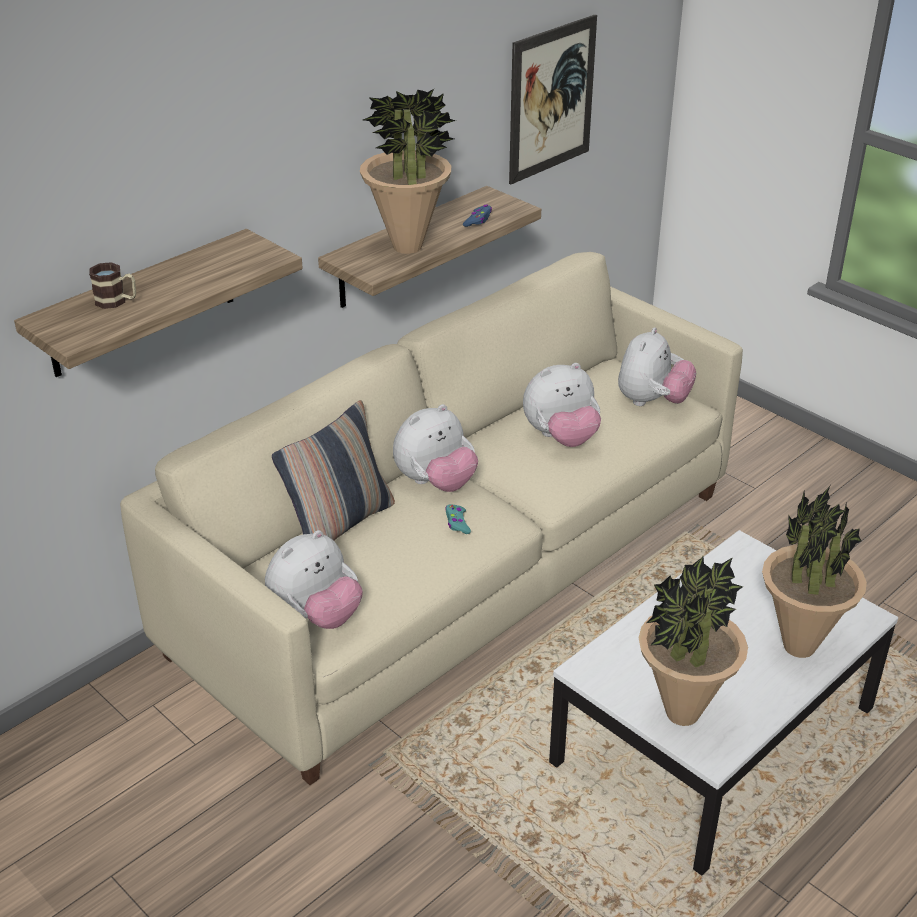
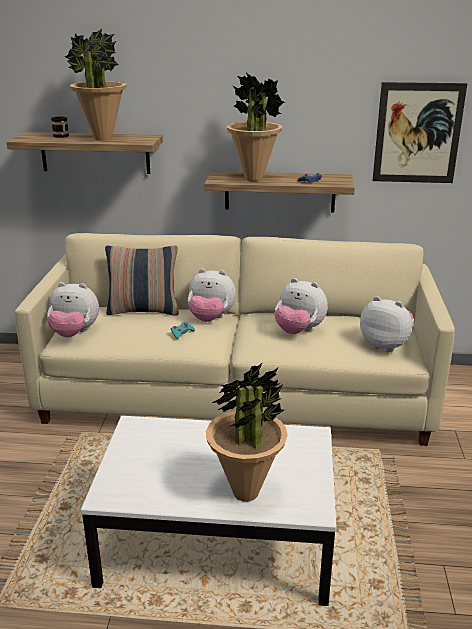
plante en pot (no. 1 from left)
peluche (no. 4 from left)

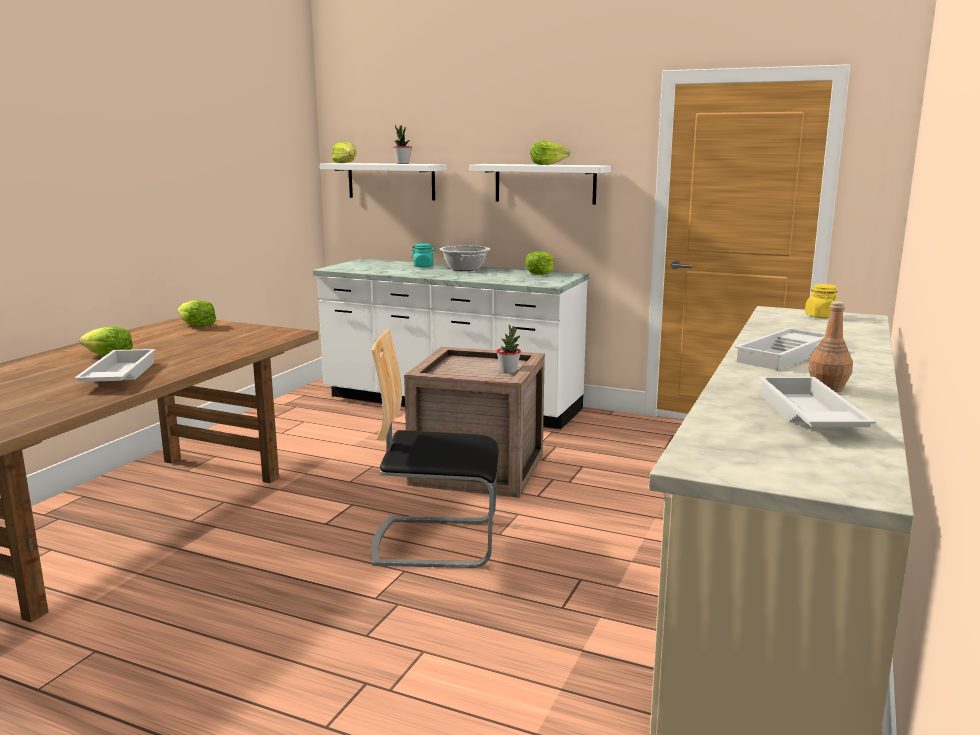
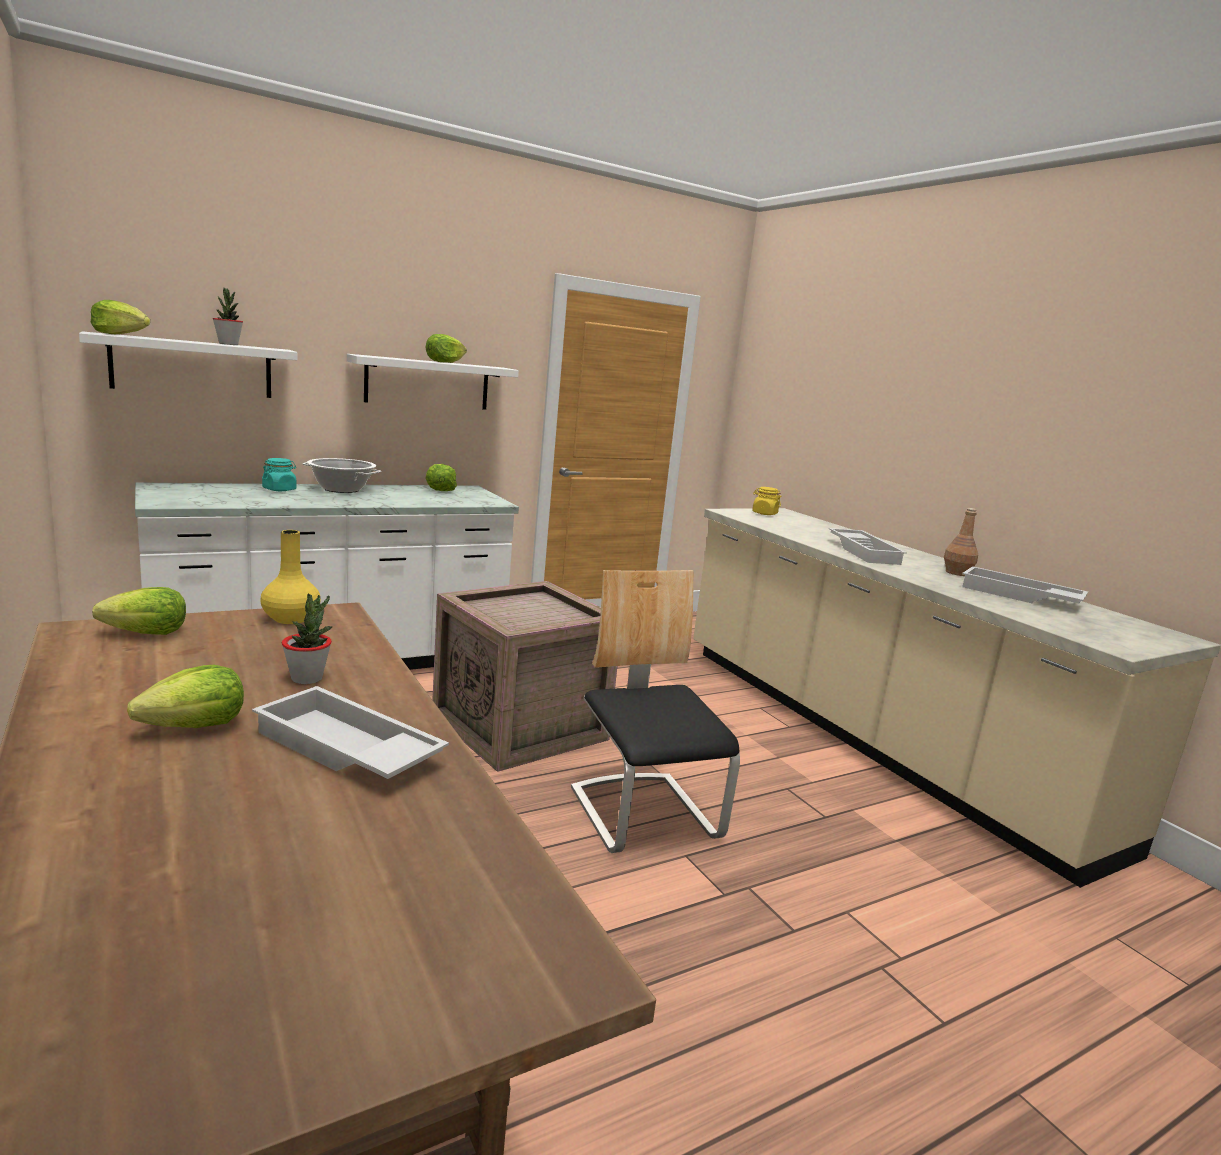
vase [jaune]
plante en pot (no. 2 from left)
chaise

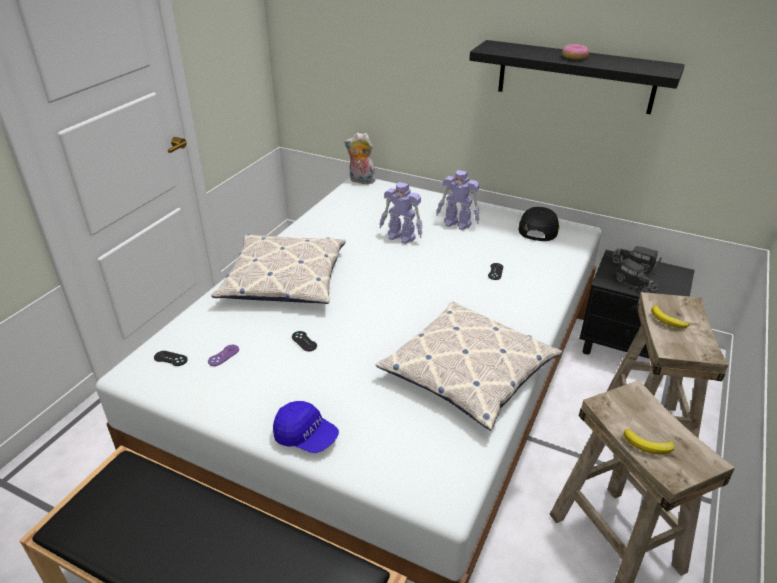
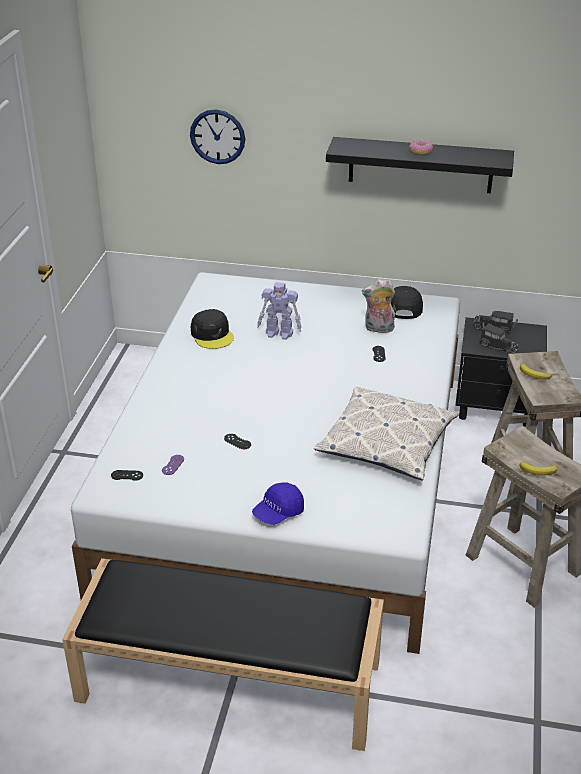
coussin (no. 1 from left in the first image)
robot jouet (no. 2 from left in the first image)
horloge murale
casquette [noir] (no. 1 from left)
peluche
casquette [bleu]

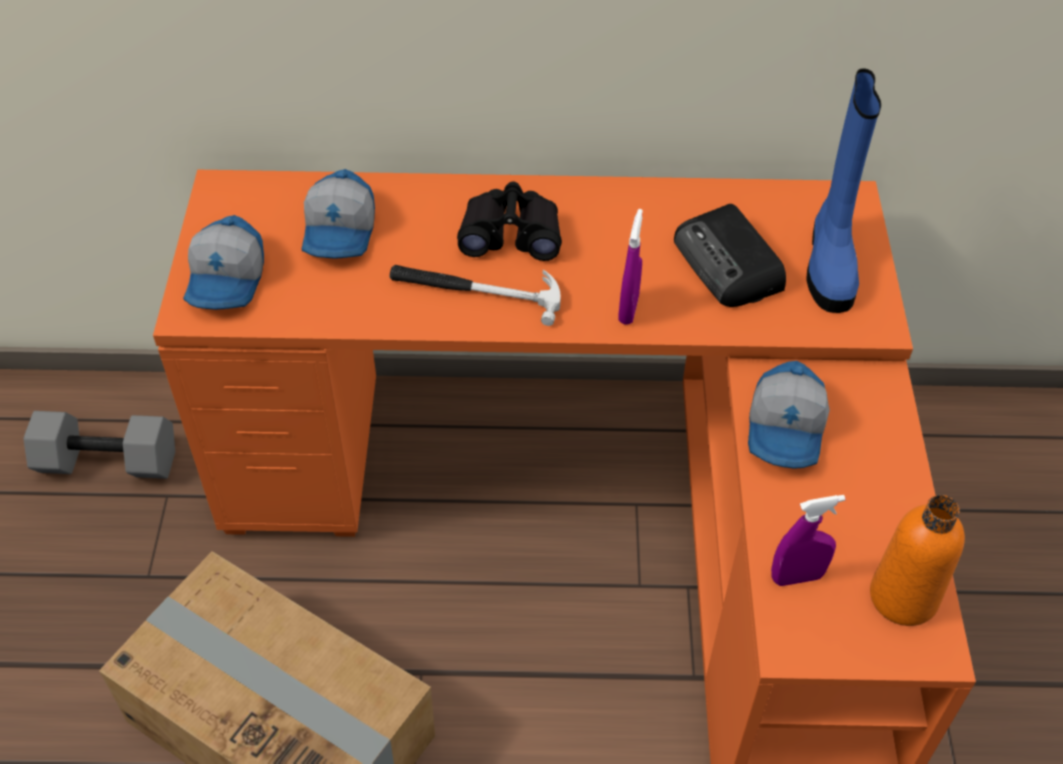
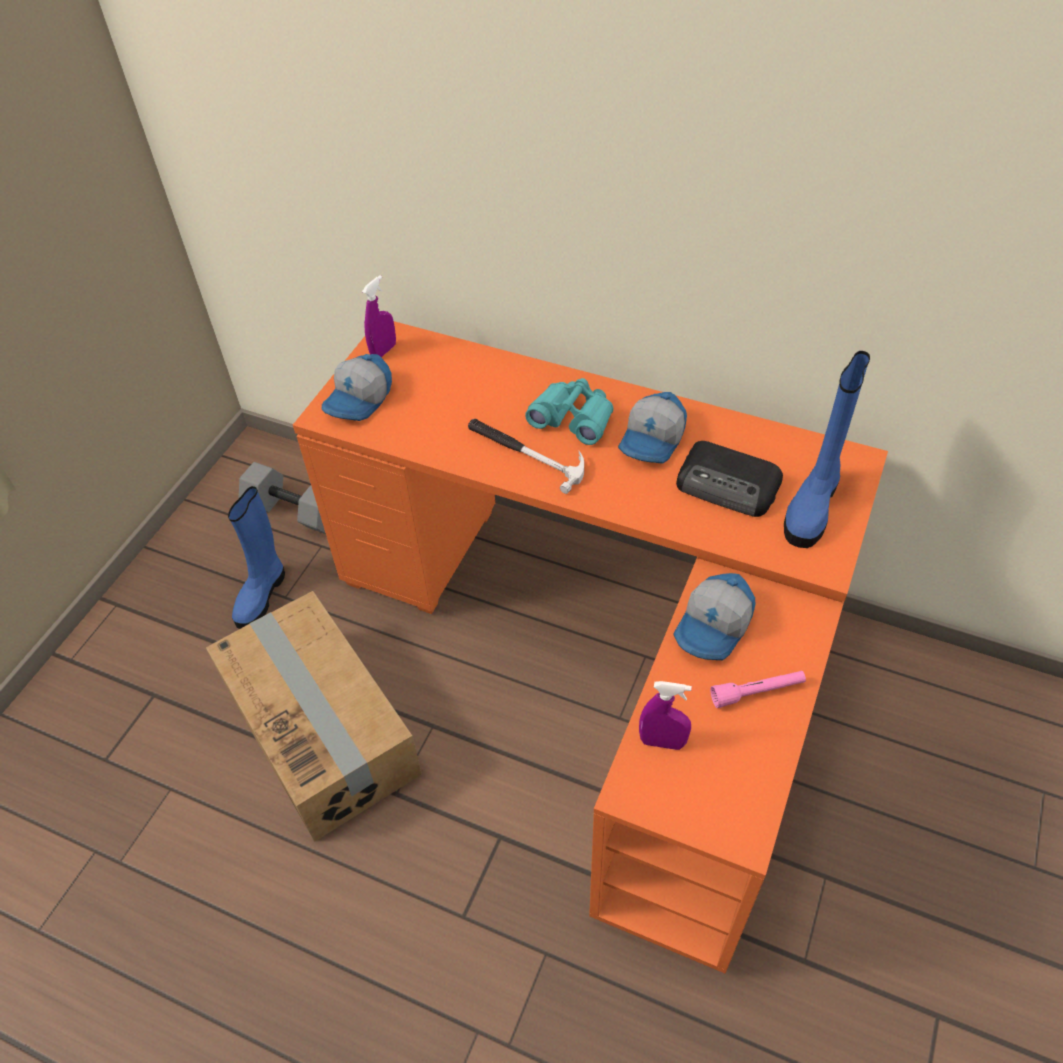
bouteille [orange]
botte [bleu] (no. 1 from left)
lampe de poche [rose]
casquette (no. 2 from left)
vaporisateur [violet] (no. 1 from left)
jumelles [turquoise]
radio

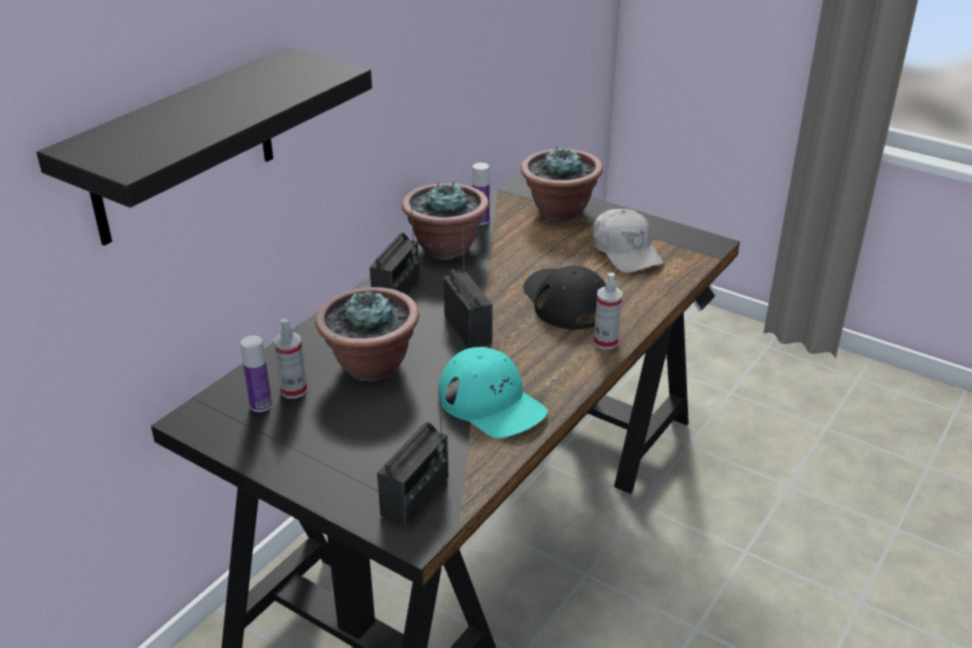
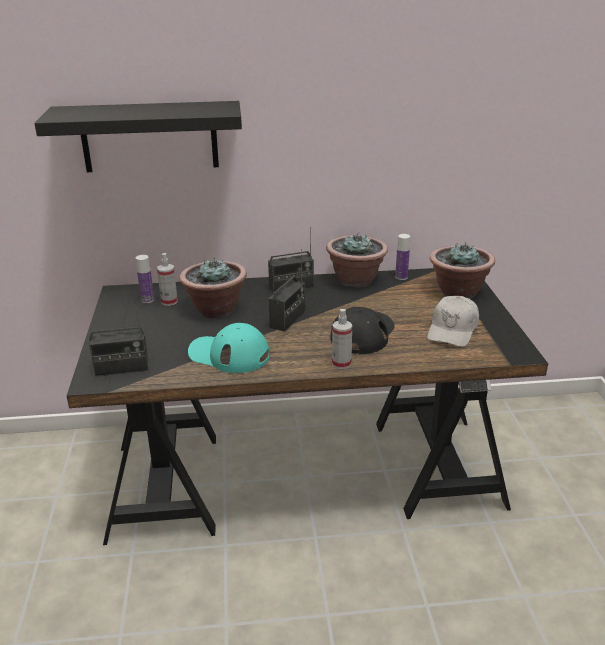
casquette [turquoise]

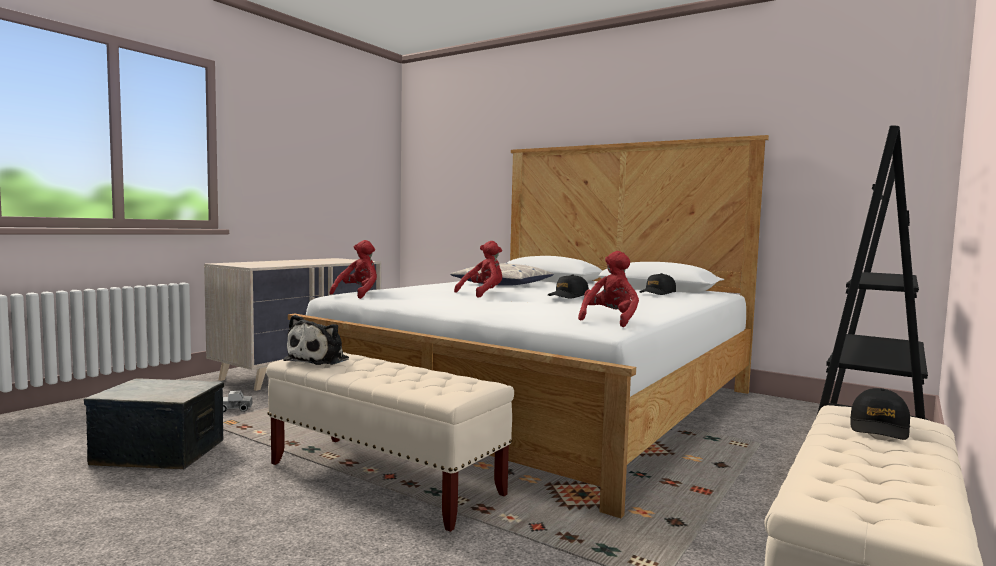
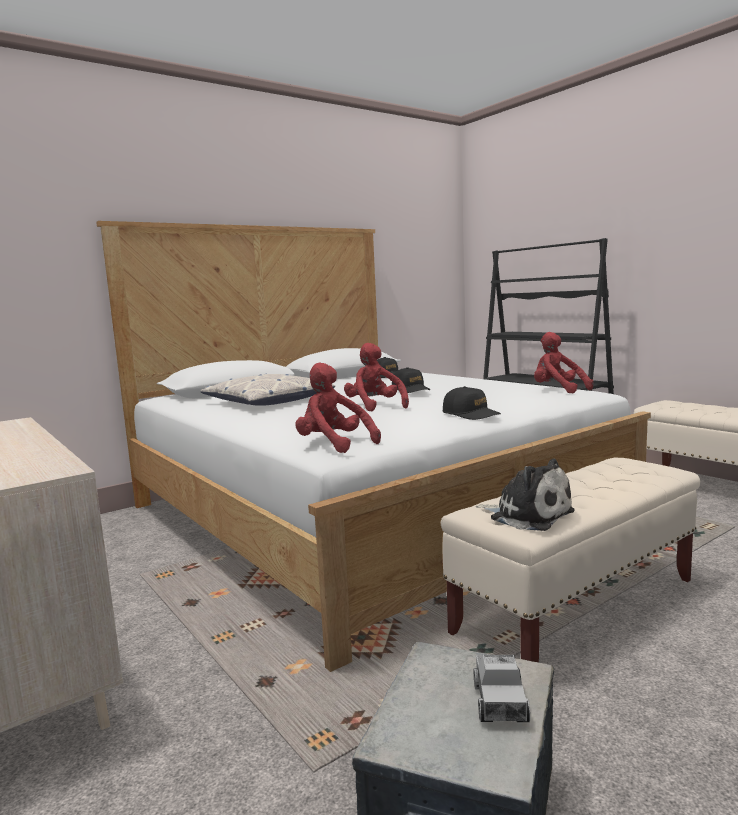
camion jouet
casquette [noir] (no. 3 from left)

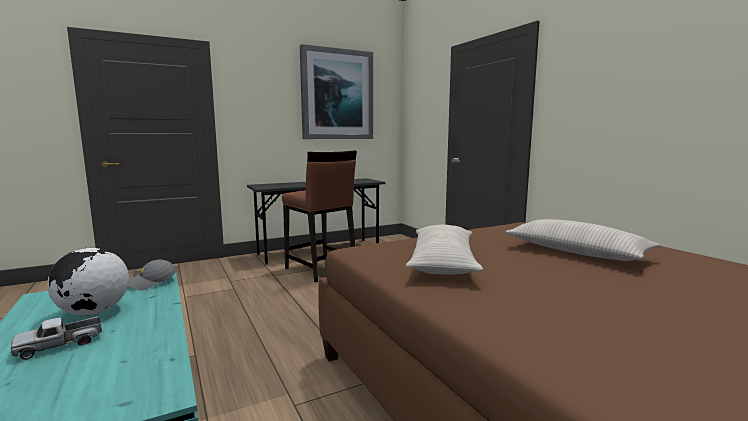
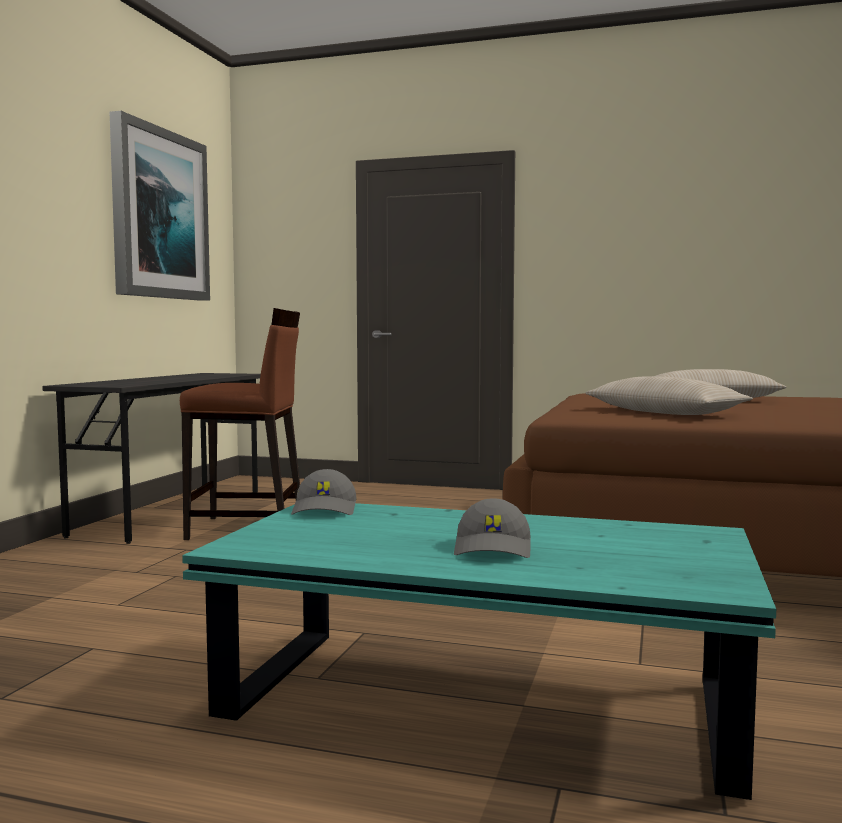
globe
casquette [gris] (no. 2 from left)

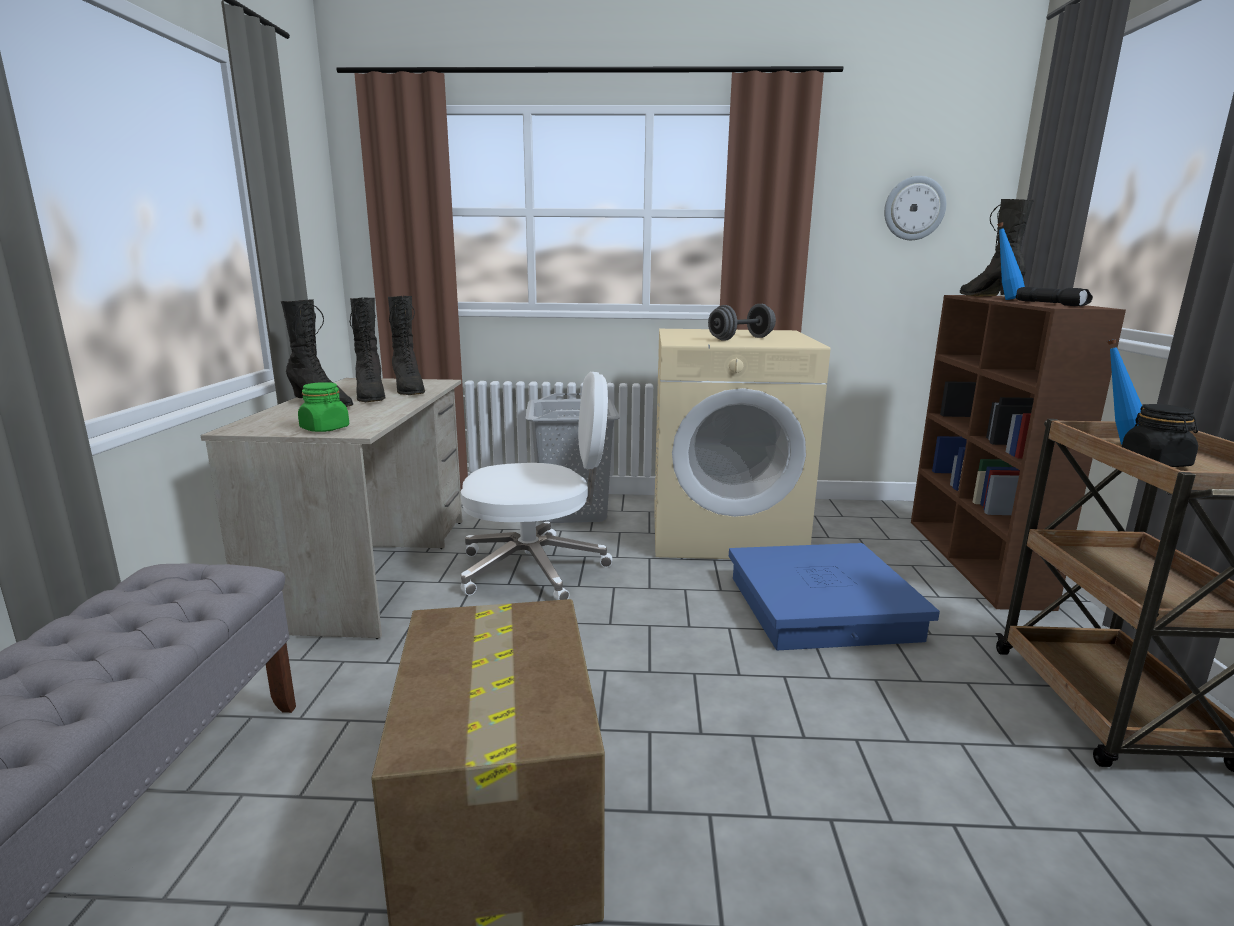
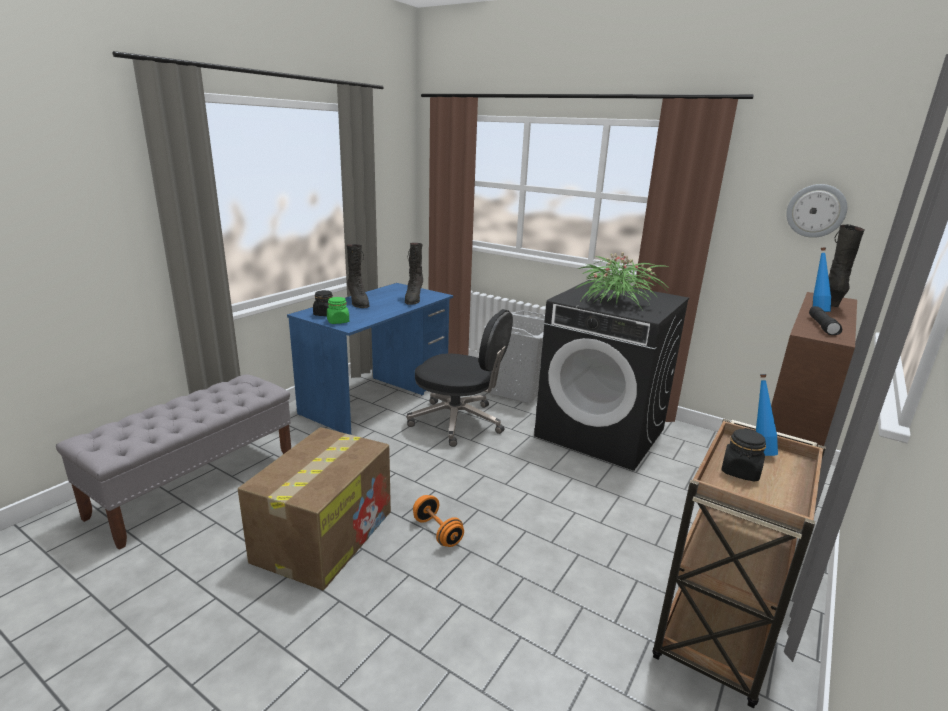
botte [noir] (no. 2 from left in the first image)
boîte de rangement [bleu]
bocal [noir] (no. 1 from left)
haltère [orange]
plante en pot
bureau [bleu]
chaise de bureau [noir]
lave-linge [noir]

